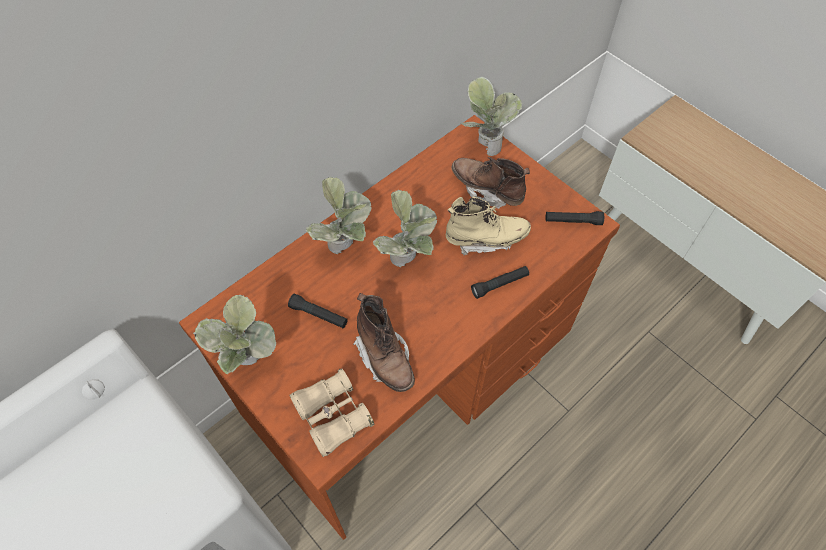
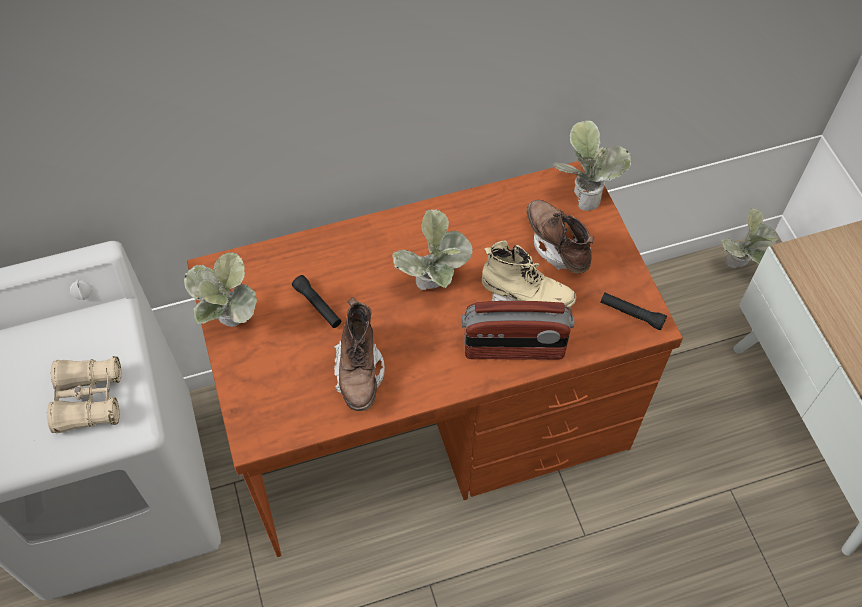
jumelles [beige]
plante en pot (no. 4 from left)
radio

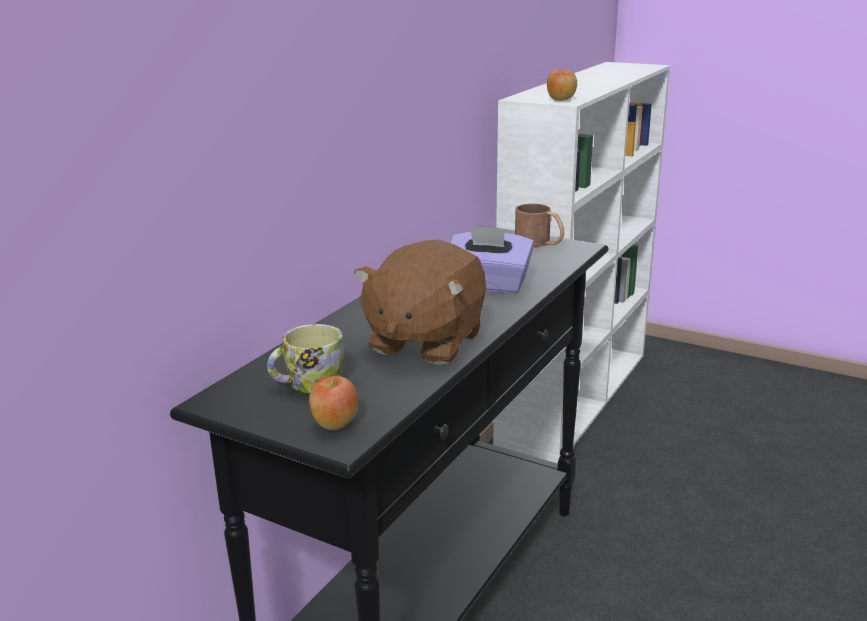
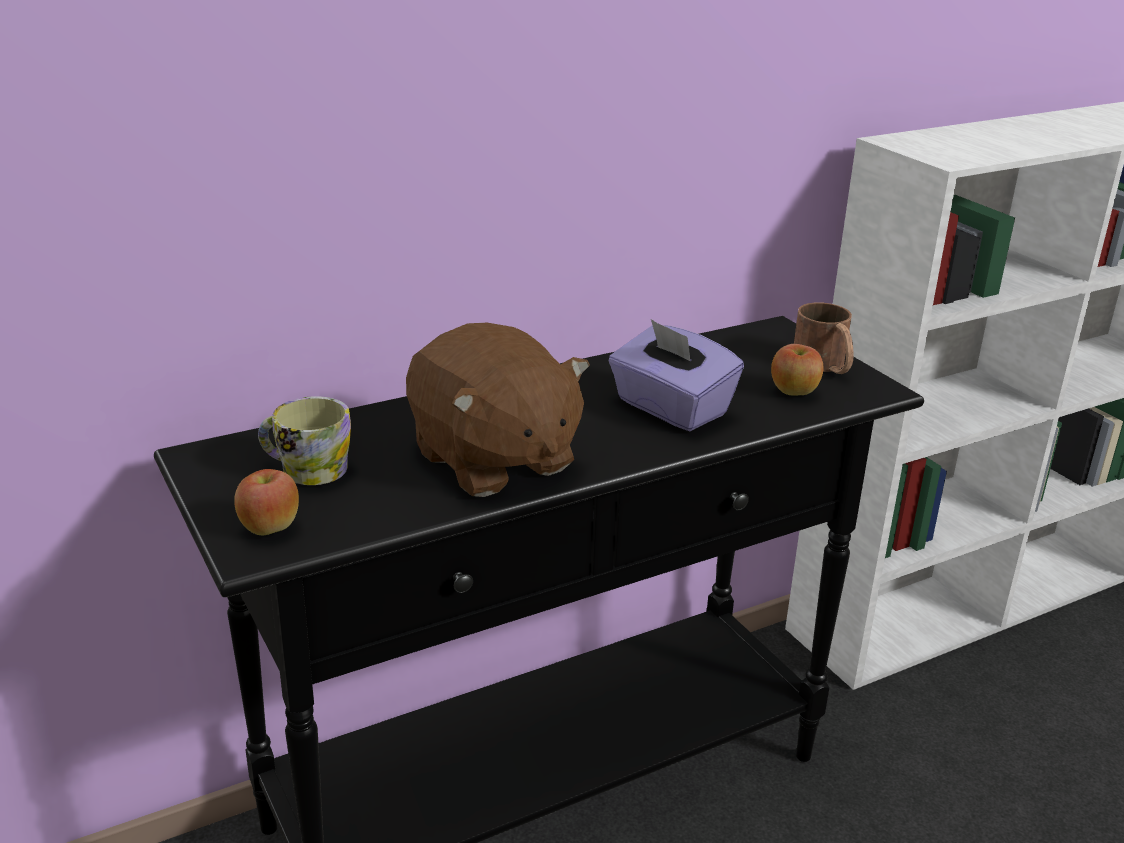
pomme (no. 2 from left)
peluche [marron]

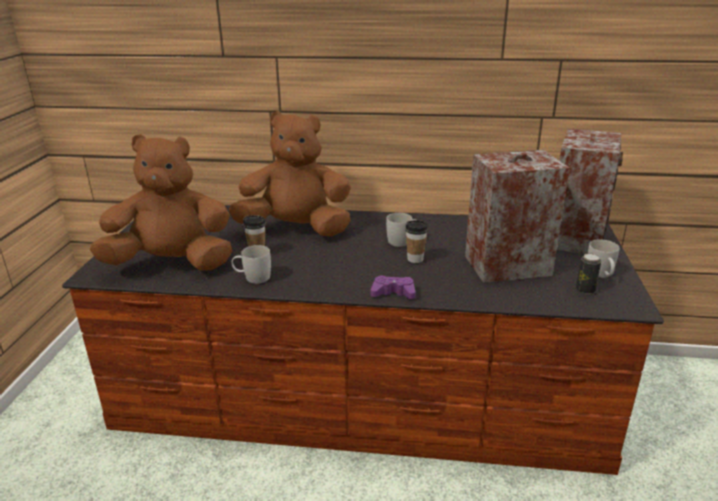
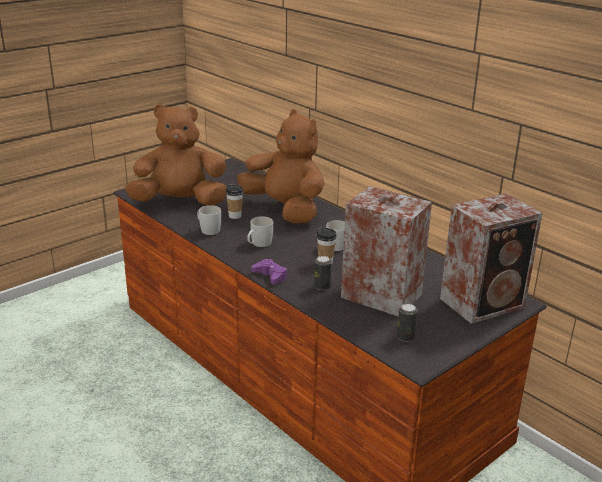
boîte métallique (no. 1 from left)
mug [blanc] (no. 2 from left)
peluche [marron] (no. 1 from left)

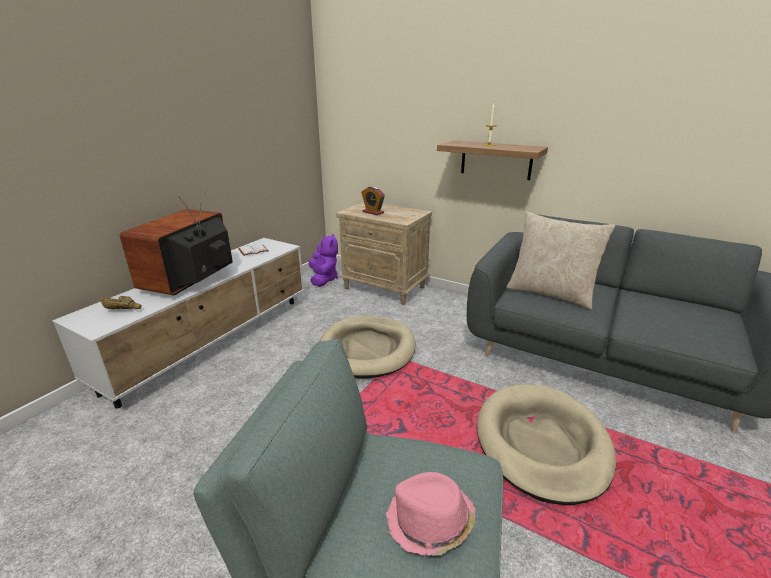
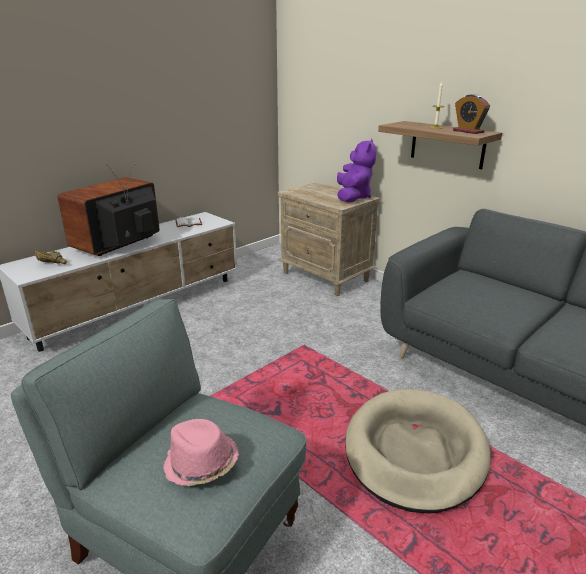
panier pour chien [beige] (no. 1 from left in the first image)
coussin [beige]
peluche [violet]
réveil

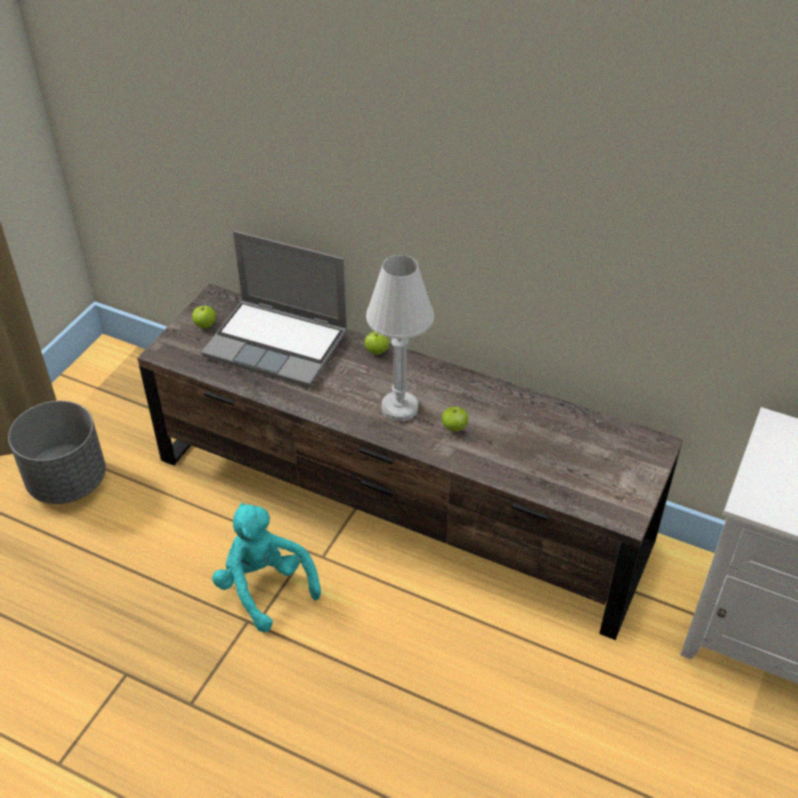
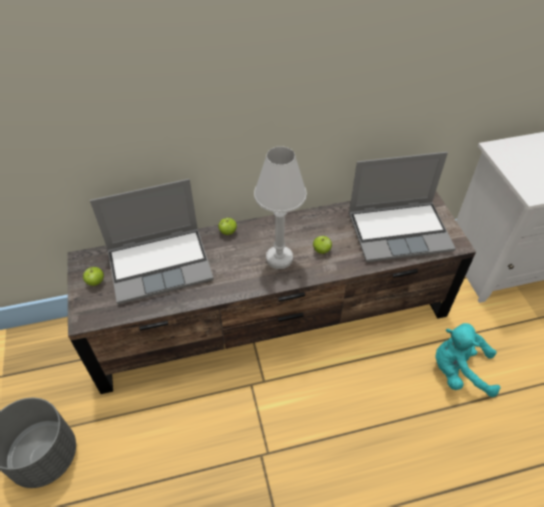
ordinateur portable (no. 2 from left)
peluche [turquoise]

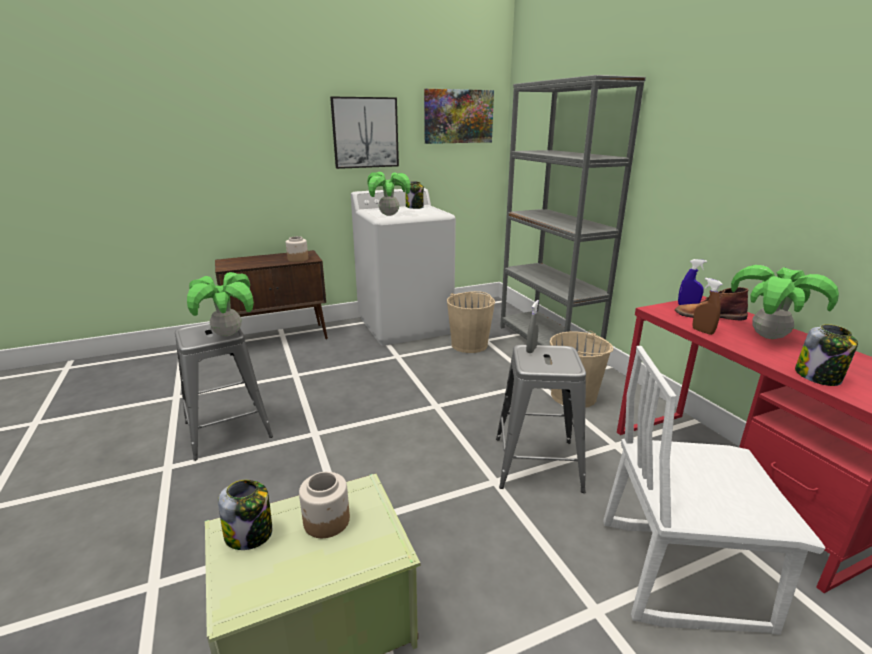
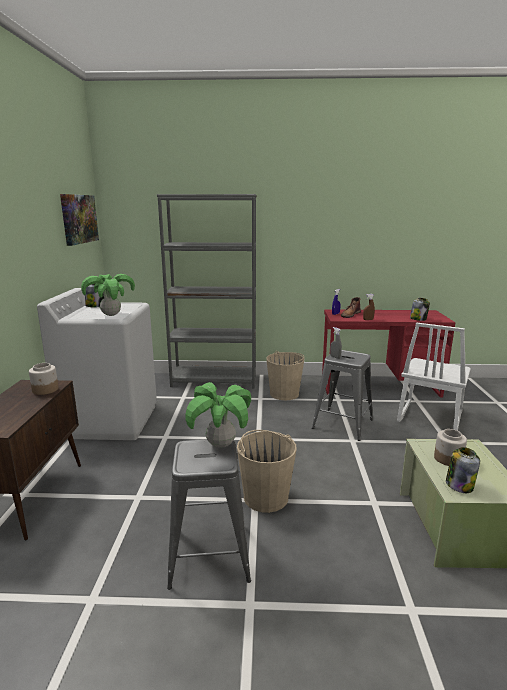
tableau (no. 1 from left in the first image)
plante en pot (no. 3 from left in the first image)
seau [beige] (no. 1 from left)

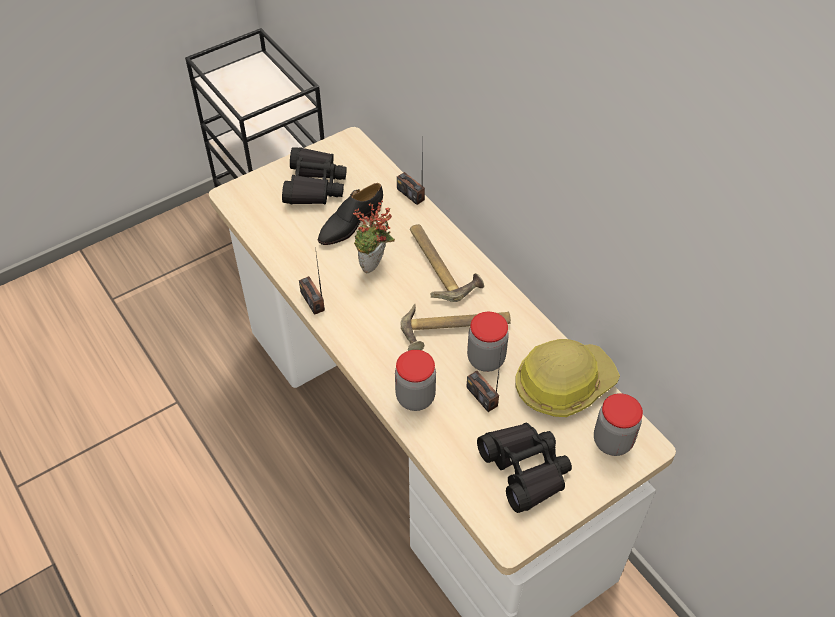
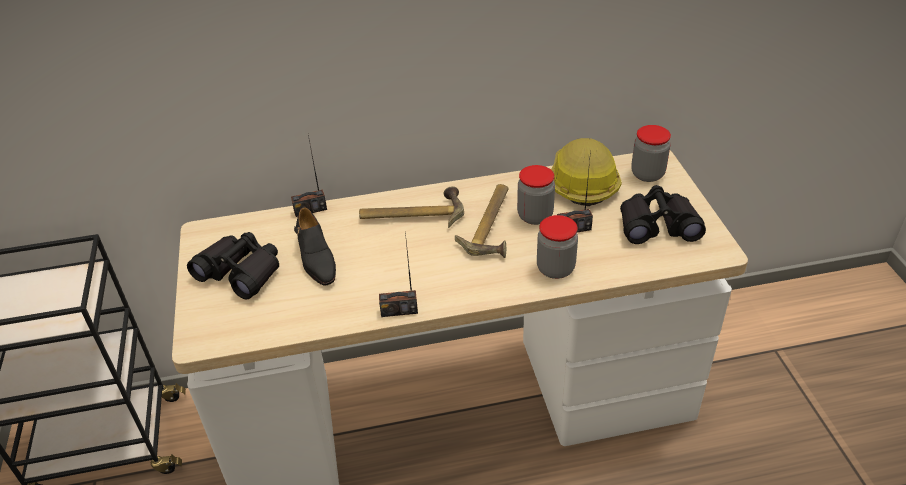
plante en pot

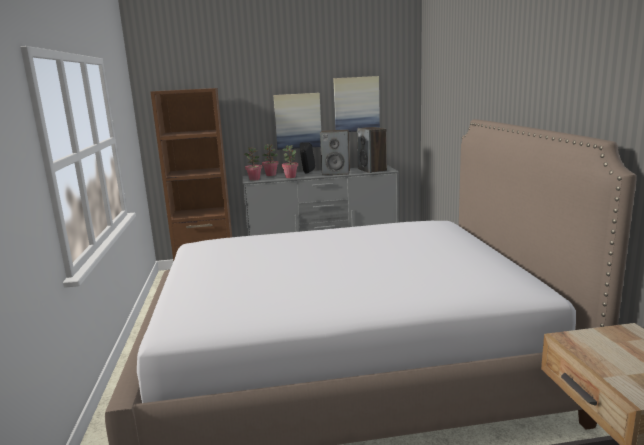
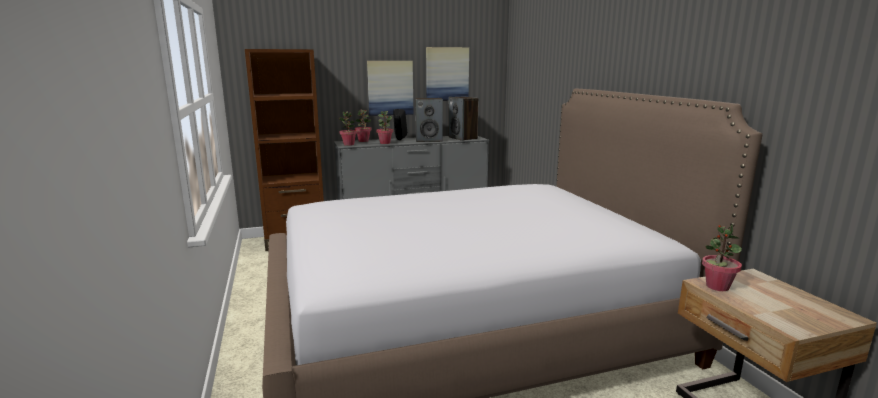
plante en pot (no. 4 from left)

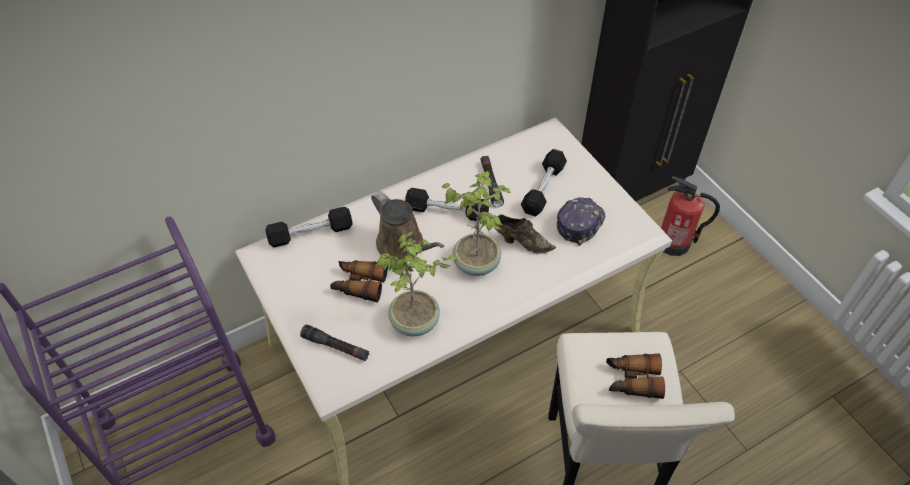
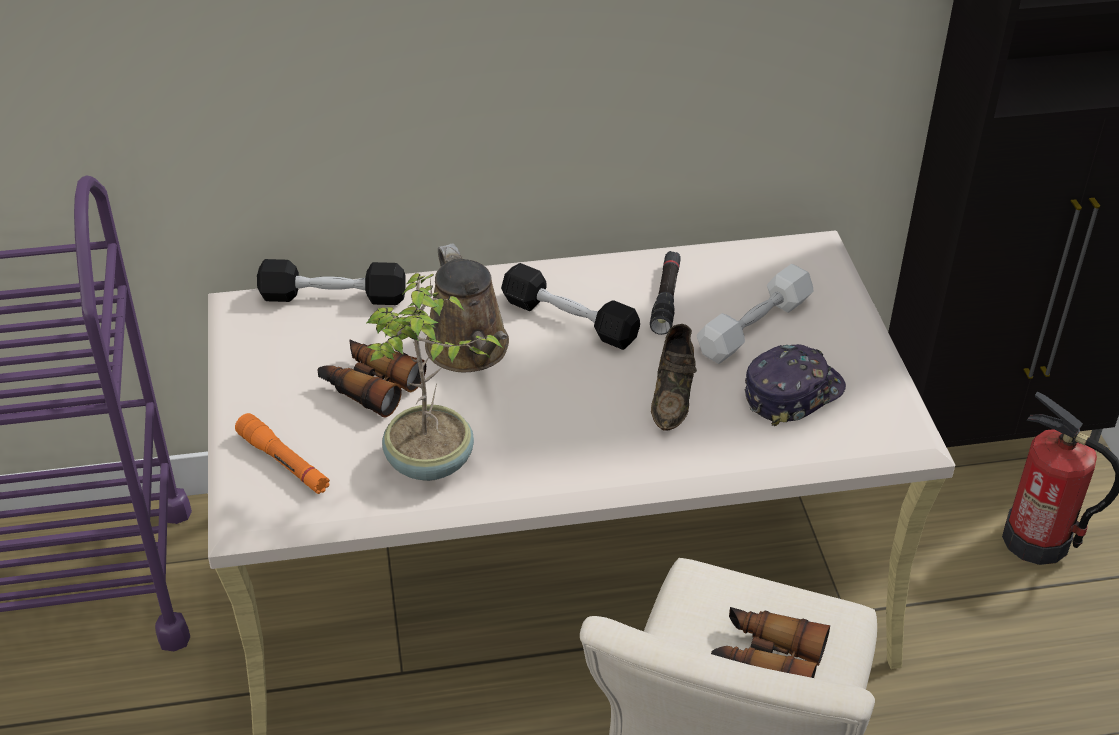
plante en pot (no. 2 from left in the first image)
lampe de poche [orange]
haltère [blanc]
chaussure [marron]

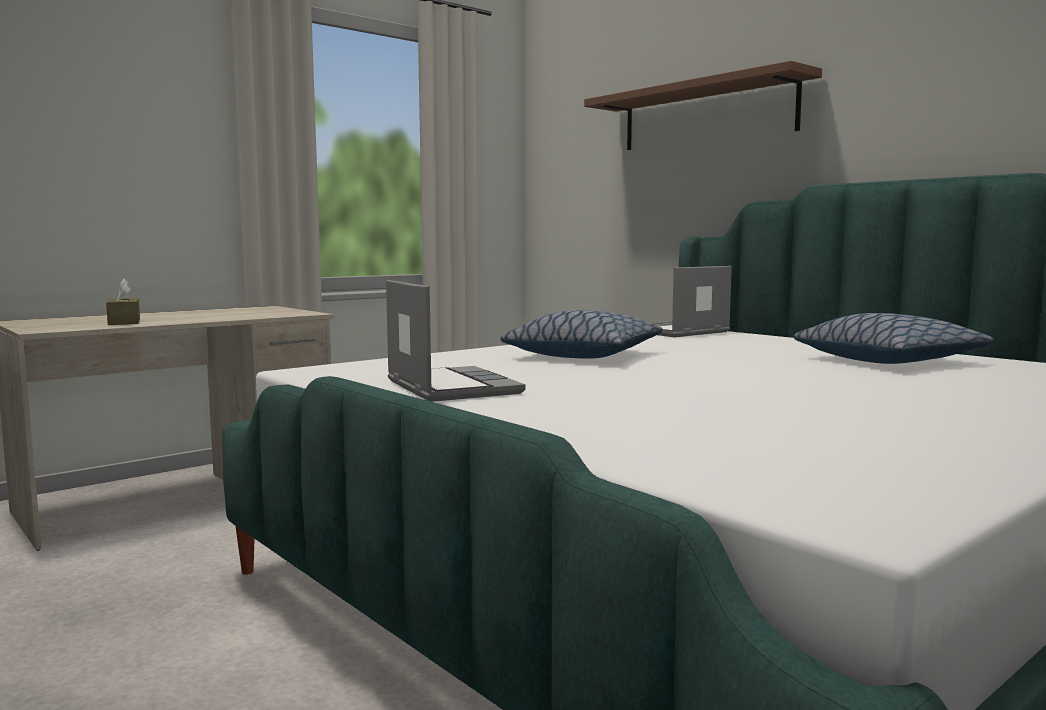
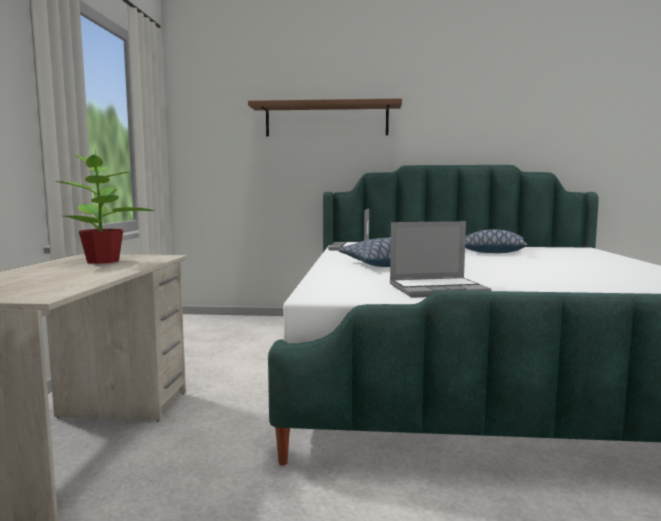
boîte à mouchoirs [marron]
plante en pot
ordinateur portable (no. 2 from left)

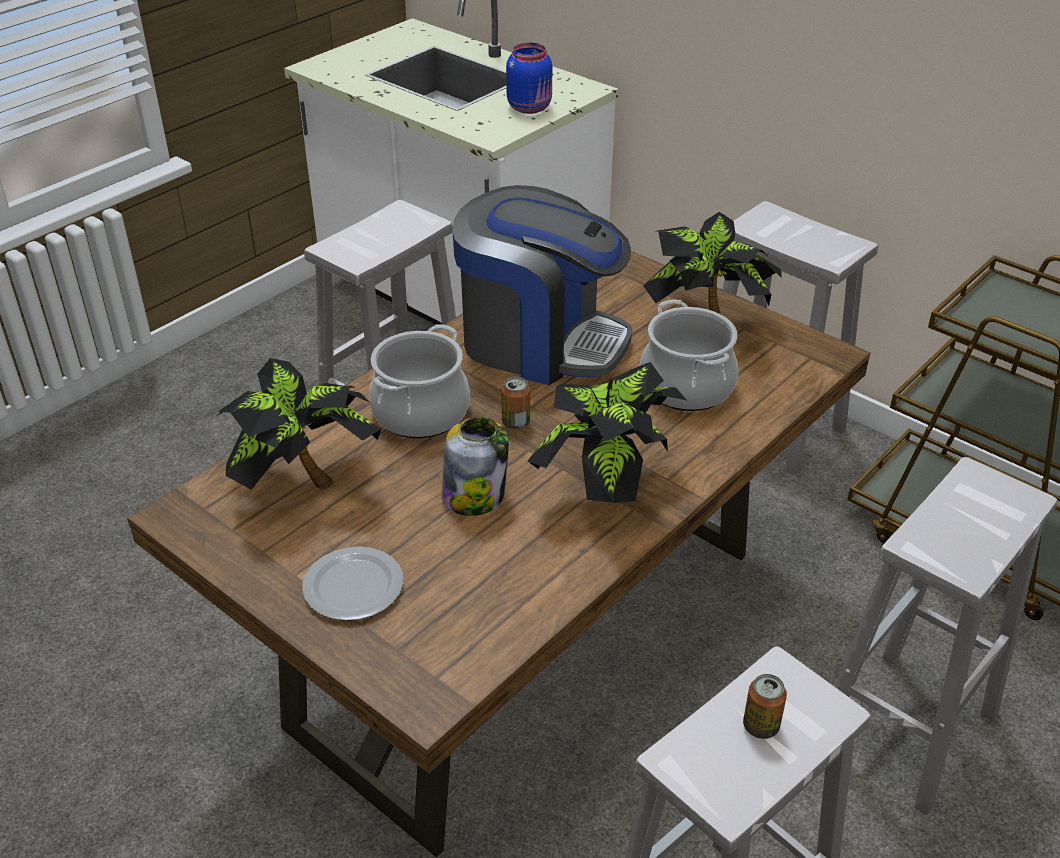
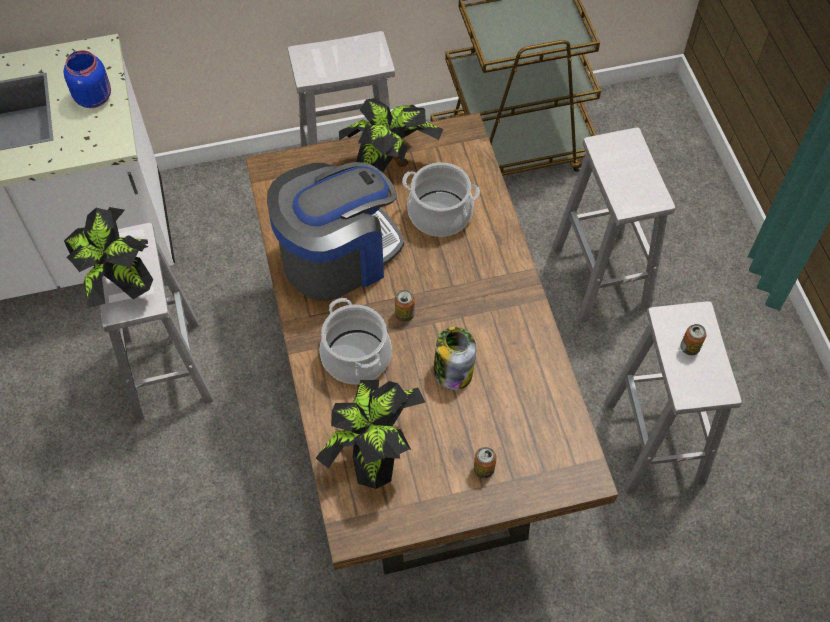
plante en pot (no. 1 from left)
boîte métallique (no. 2 from left)

